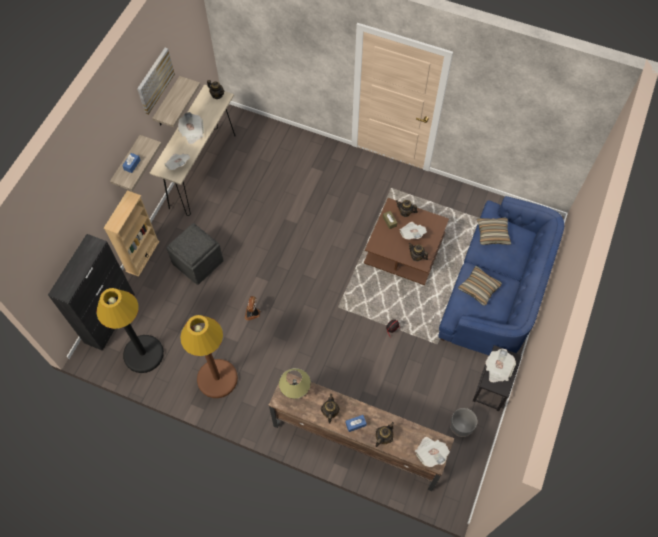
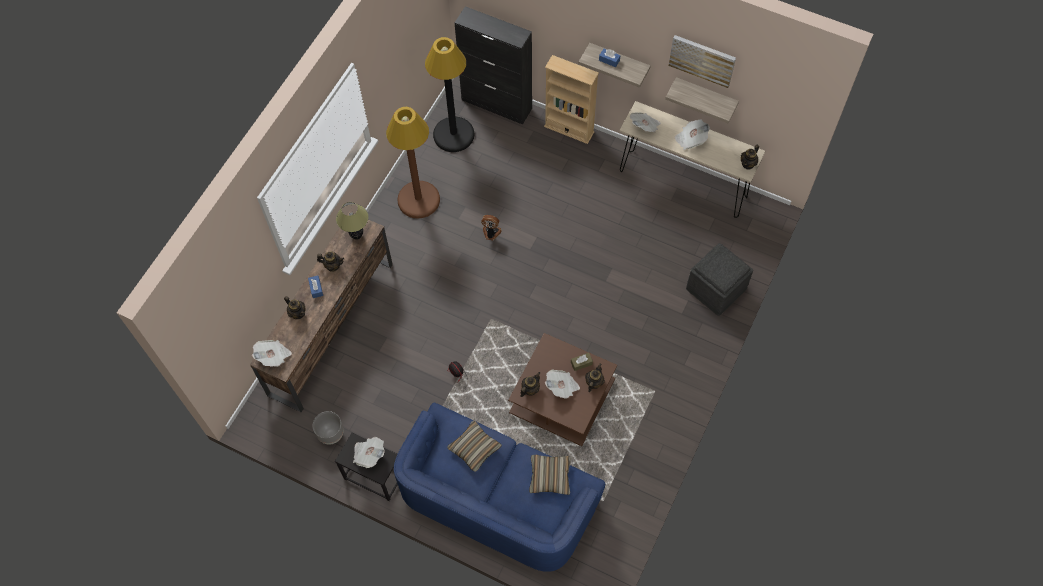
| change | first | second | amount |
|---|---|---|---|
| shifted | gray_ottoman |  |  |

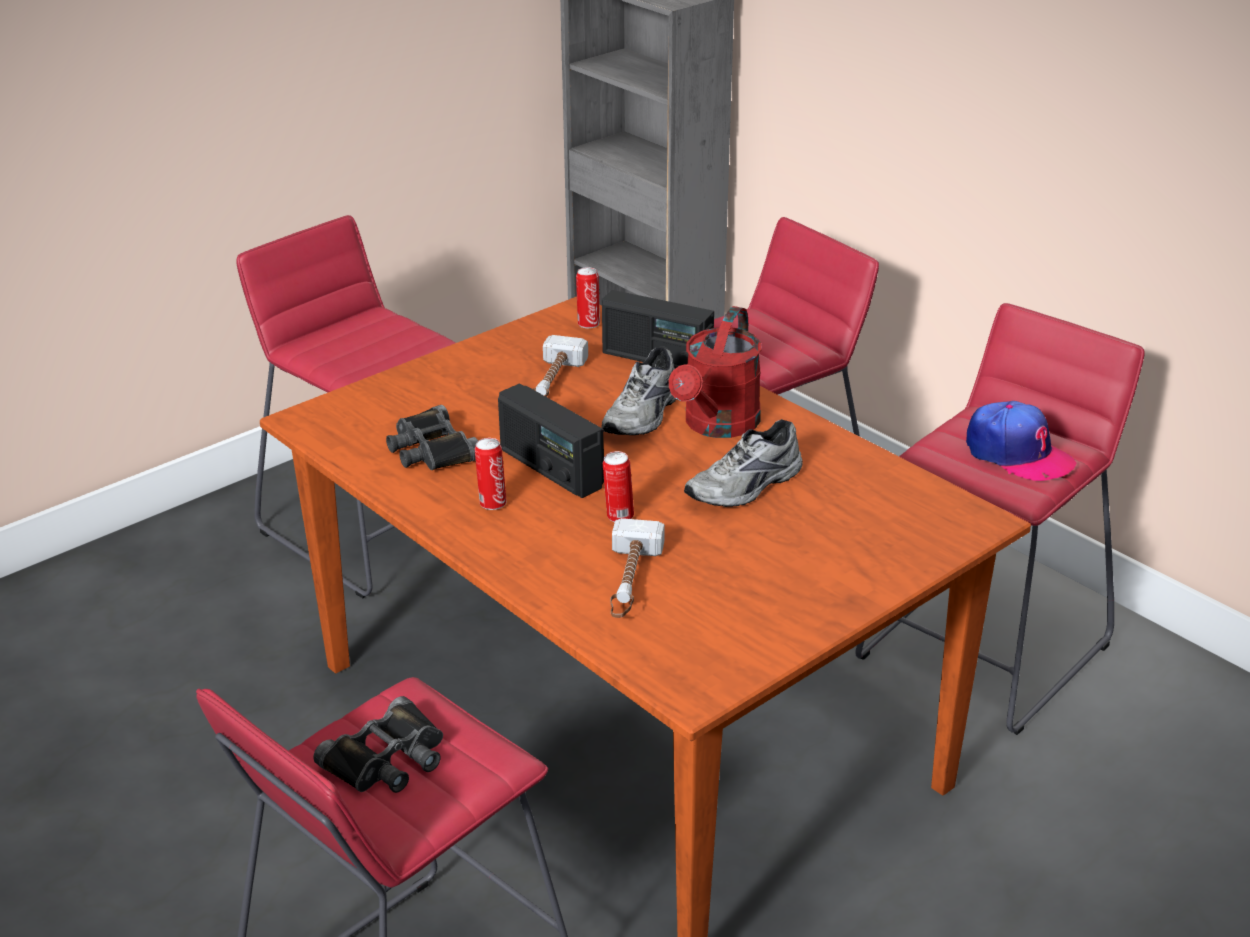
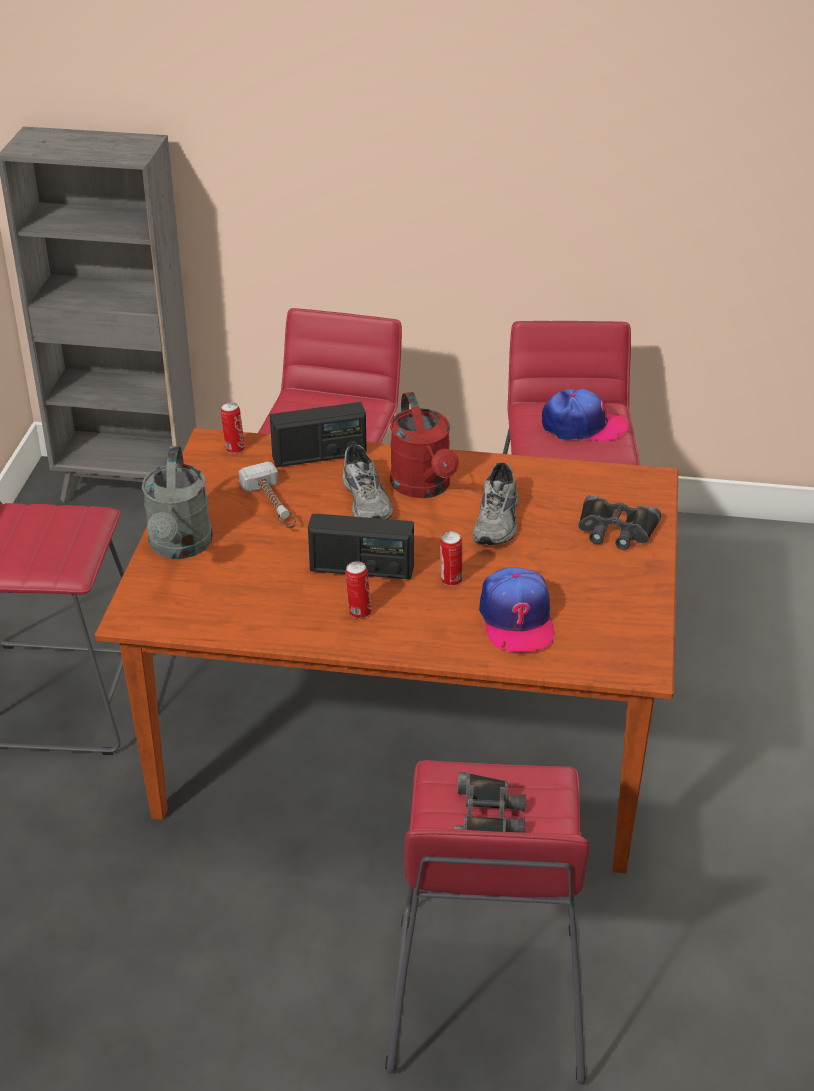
| change | first | second | amount |
|---|---|---|---|
| shifted | black-coloured_binoculars (no. 2 from left) |  |  |
| swapped | hammer (no. 2 from left) | peaked_cap (no. 1 from left) |  |
| new |  | gray_watering_pot |  |

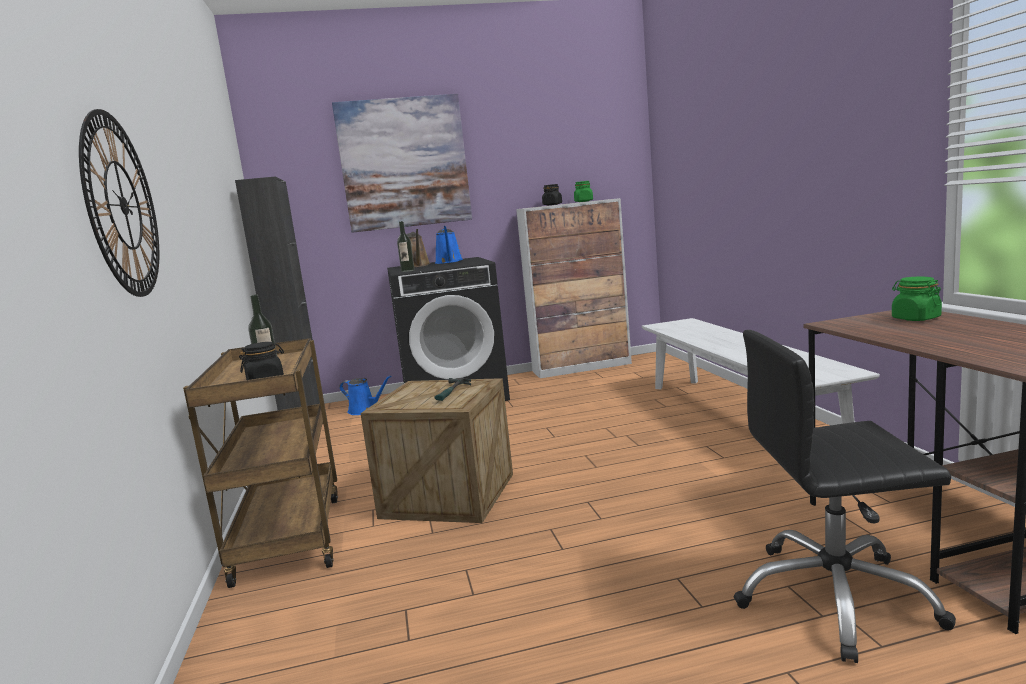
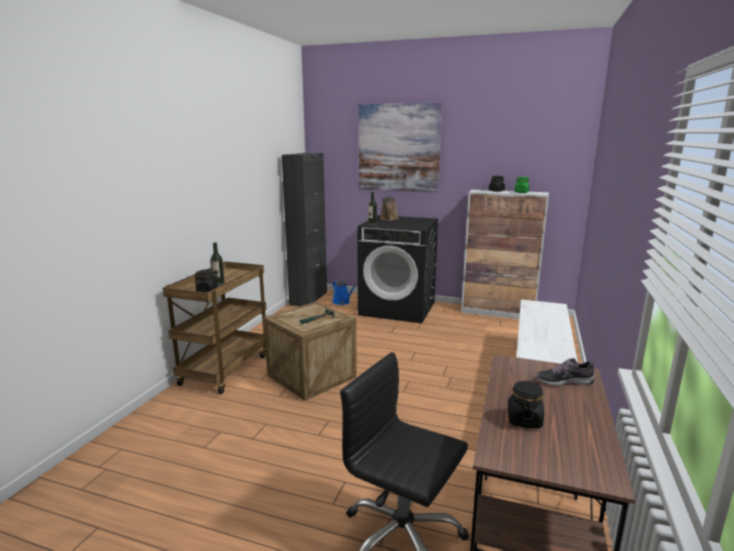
| change | first | second | amount |
|---|---|---|---|
| gone | wall_clock |  |  |
| gone | blue_watering_pot (no. 2 from left) |  |  |
| swapped | green-coloured_jar (no. 2 from left) | low_shoe |  |
| new |  | black-coloured_jar (no. 3 from left) |  |

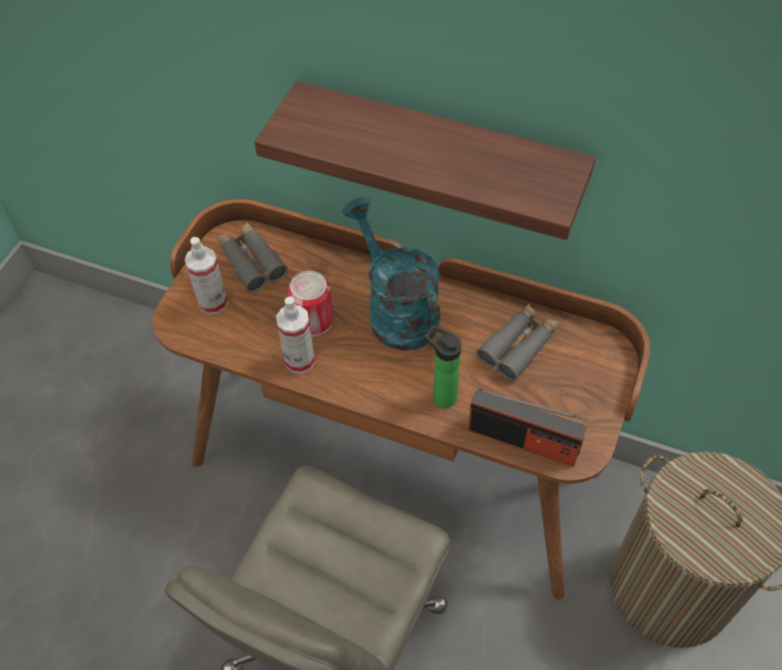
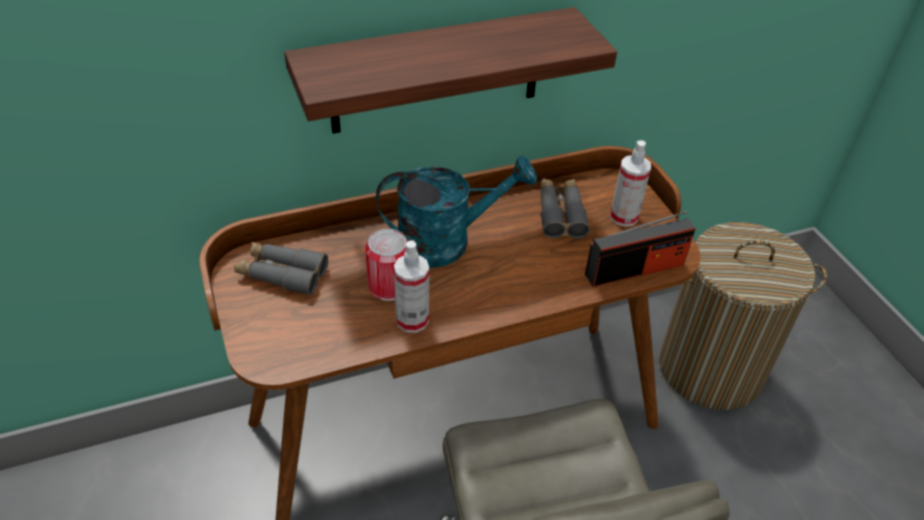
| change | first | second | amount |
|---|---|---|---|
| rotated | turquoise_watering_pot |  | 150 degrees clockwise |
| shifted | sprayer (no. 1 from left in the first image) | sprayer (no. 2 from left) |  |
| gone | beverage_bottle |  |  |

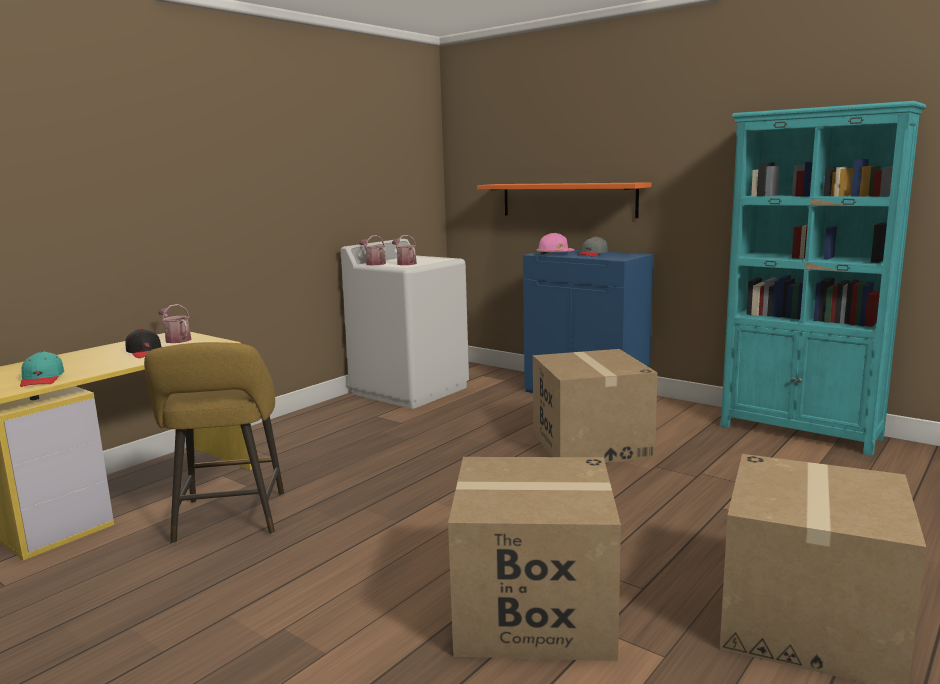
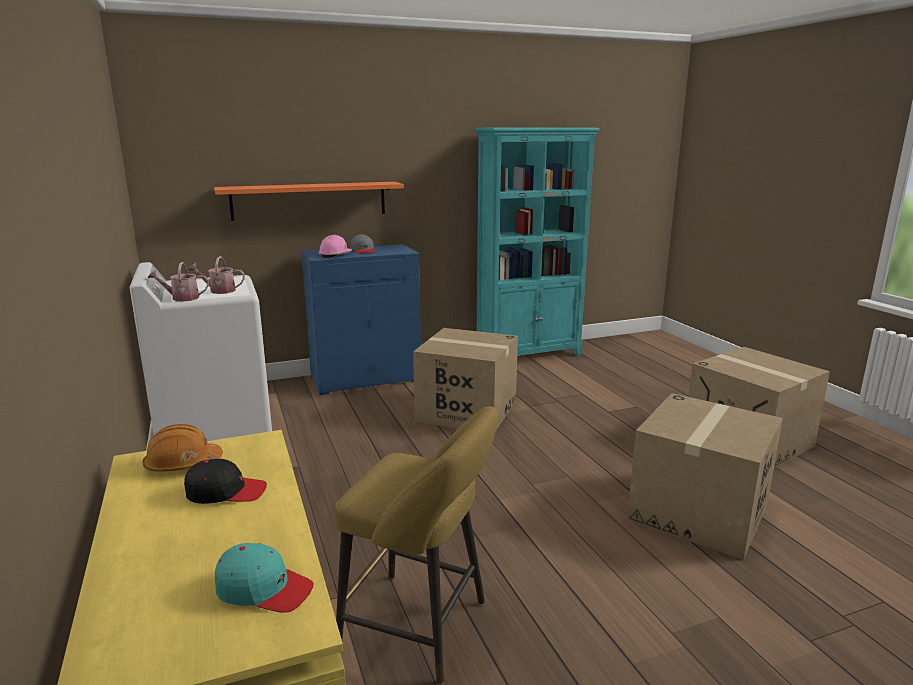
| change | first | second | amount |
|---|---|---|---|
| swapped | watering_pot (no. 1 from left) | orange_hard_hat |  |

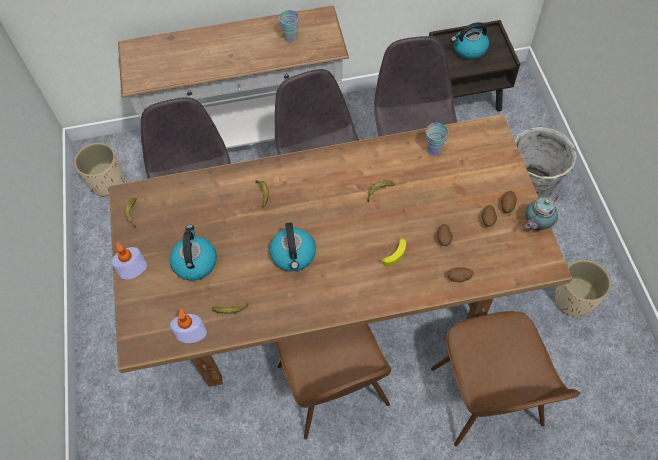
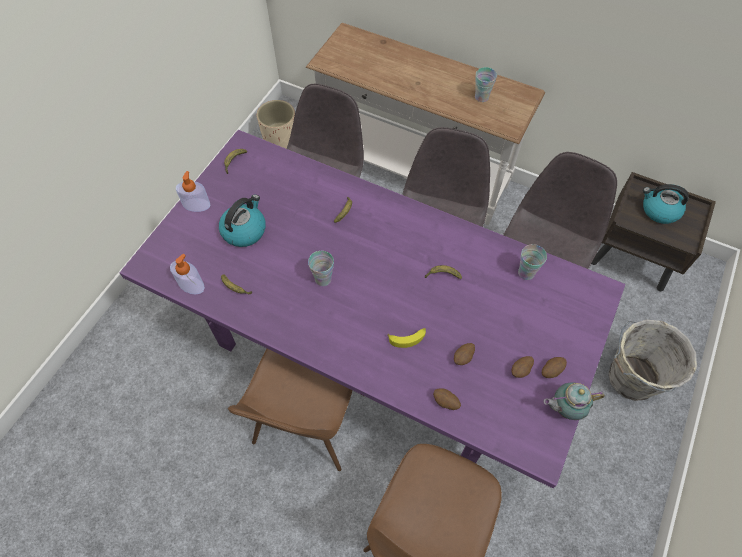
| change | first | second | amount |
|---|---|---|---|
| repainted | brownish_kitchen_table | purplish_kitchen_table |  |
| swapped | tea_kettle (no. 2 from left) | cup (no. 1 from left) |  |
| gone | sand-coloured_plant_pot (no. 2 from left) |  |  |

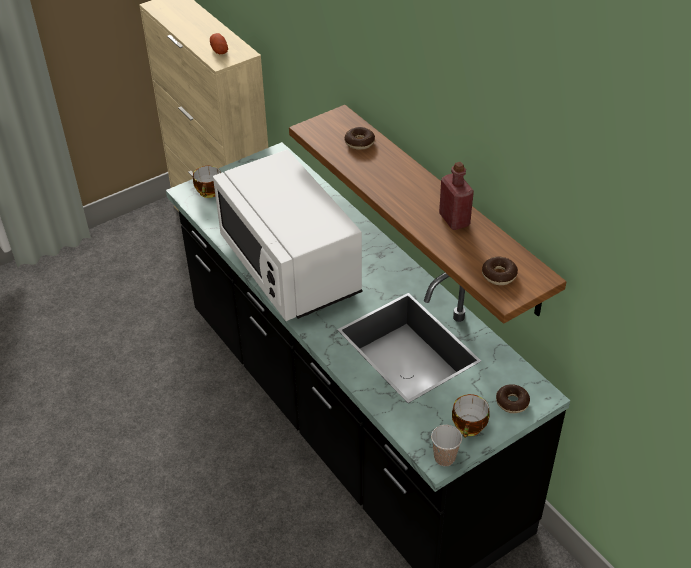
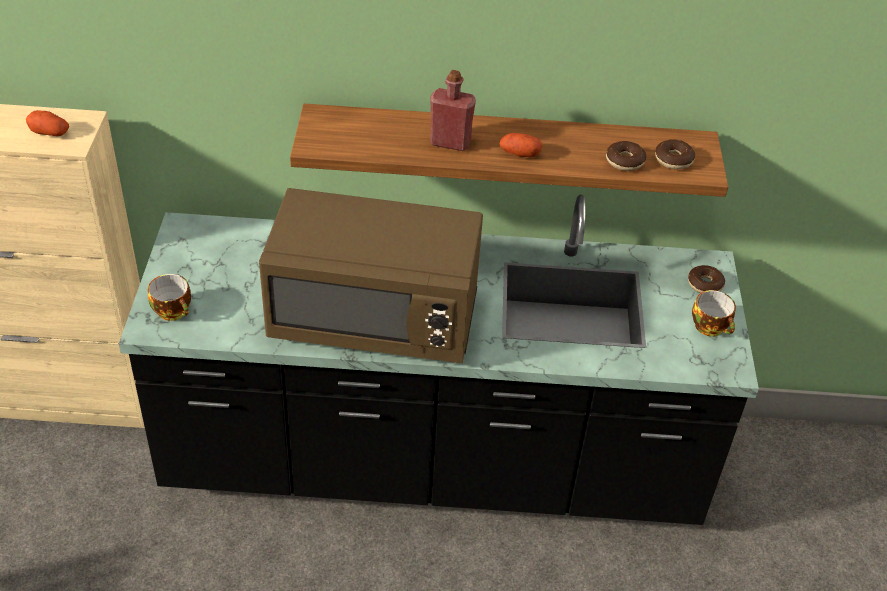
| change | first | second | amount |
|---|---|---|---|
| shifted | doughnut (no. 1 from left) |  |  |
| repainted | whitish_microwave | brownish_microwave |  |
| shifted | red-coloured_beverage_bottle |  |  |
| gone | cup (no. 2 from left) |  |  |
| new |  | potato (no. 2 from left) |  |

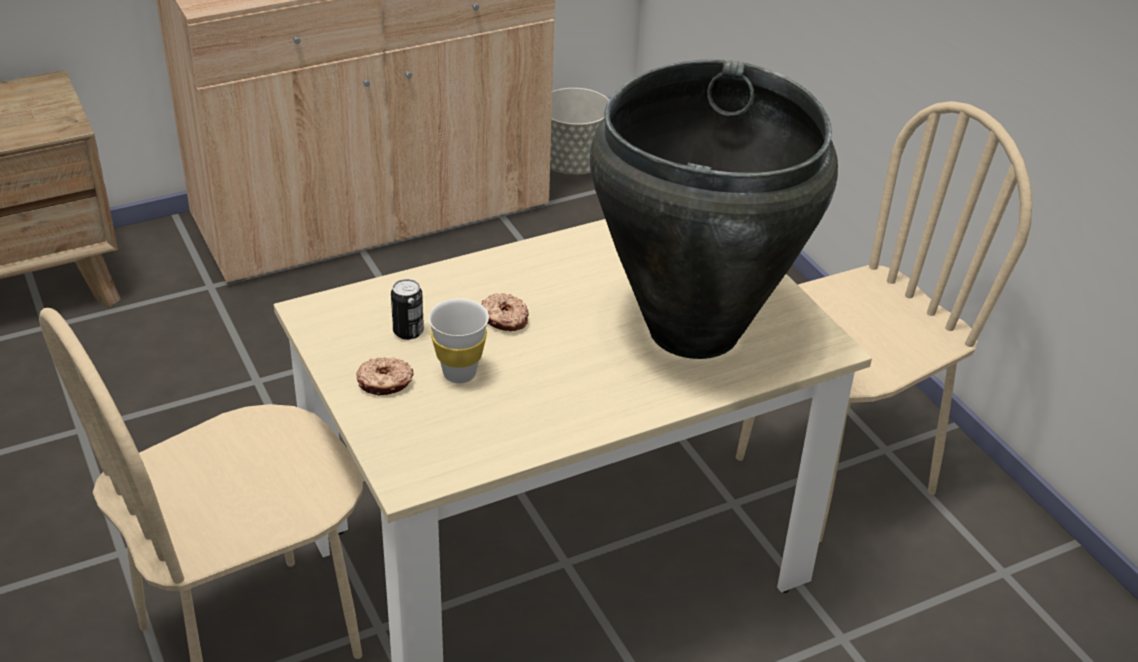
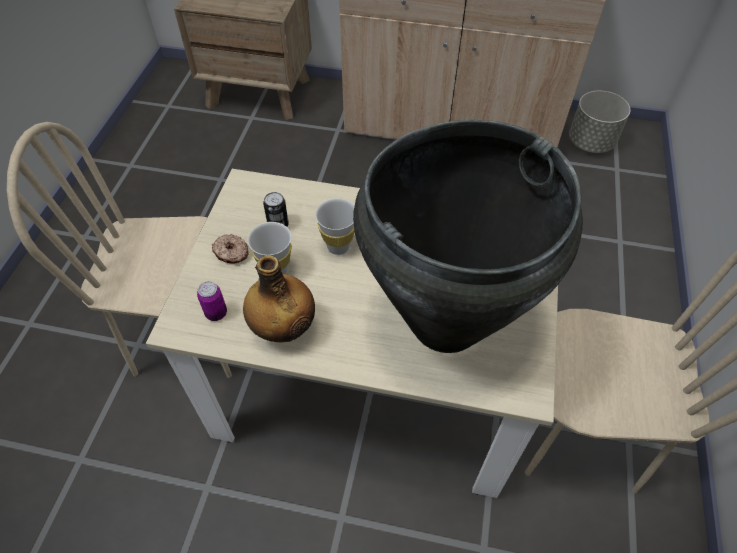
| change | first | second | amount |
|---|---|---|---|
| swapped | doughnut (no. 2 from left) | whitish_cup (no. 2 from left) |  |
| new |  | beverage_bottle |  |
| new |  | can (no. 1 from left) |  |

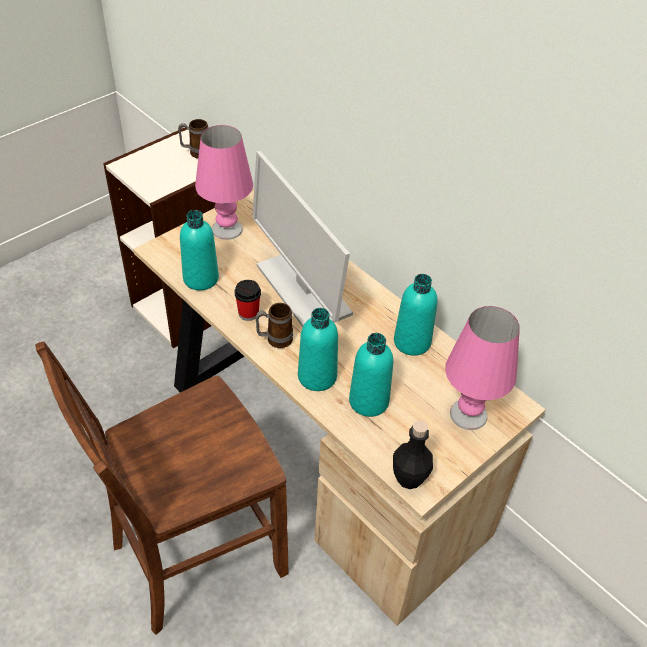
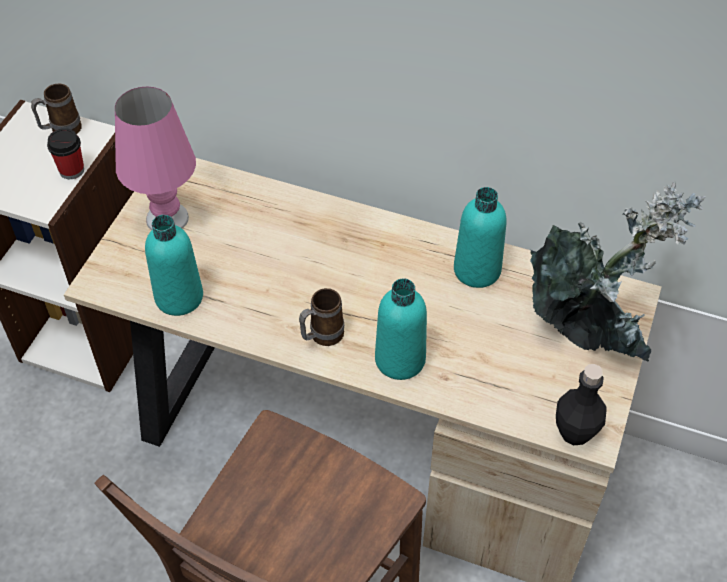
| change | first | second | amount |
|---|---|---|---|
| gone | computer_screen |  |  |
| shifted | cup |  |  |
| swapped | pink-coloured_table_lamp (no. 2 from left) | houseplant |  |
| gone | turquoise_beverage_bottle (no. 3 from left) |  |  |

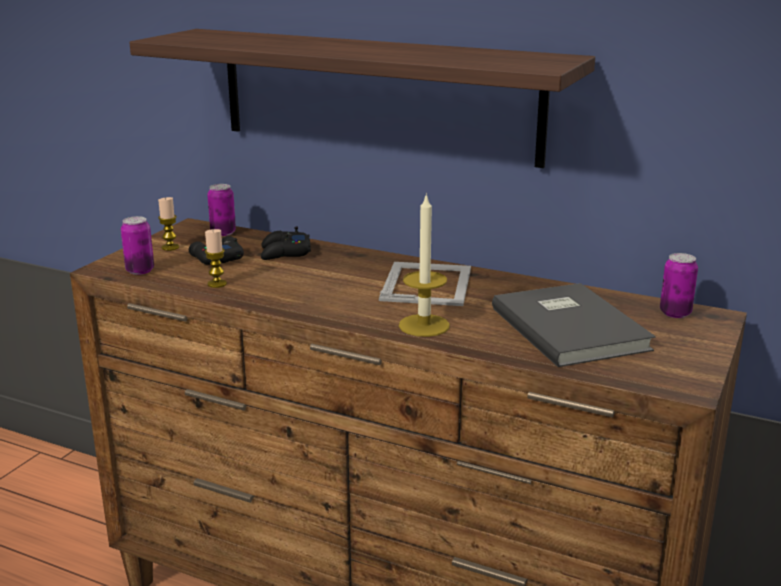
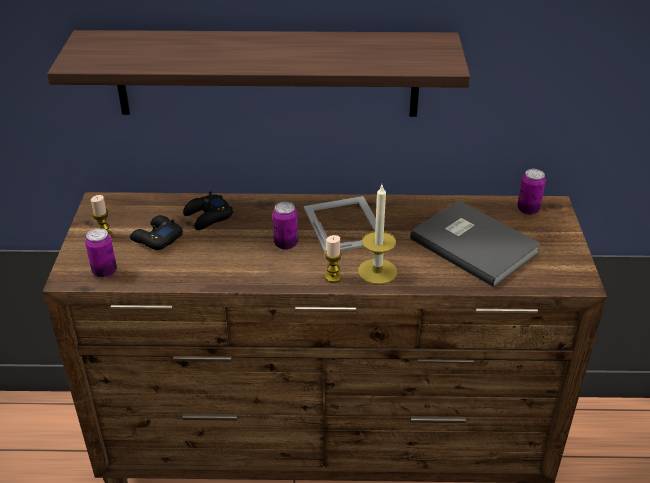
| change | first | second | amount |
|---|---|---|---|
| shifted | can (no. 2 from left) |  |  |
| shifted | candle (no. 2 from left) |  |  |

